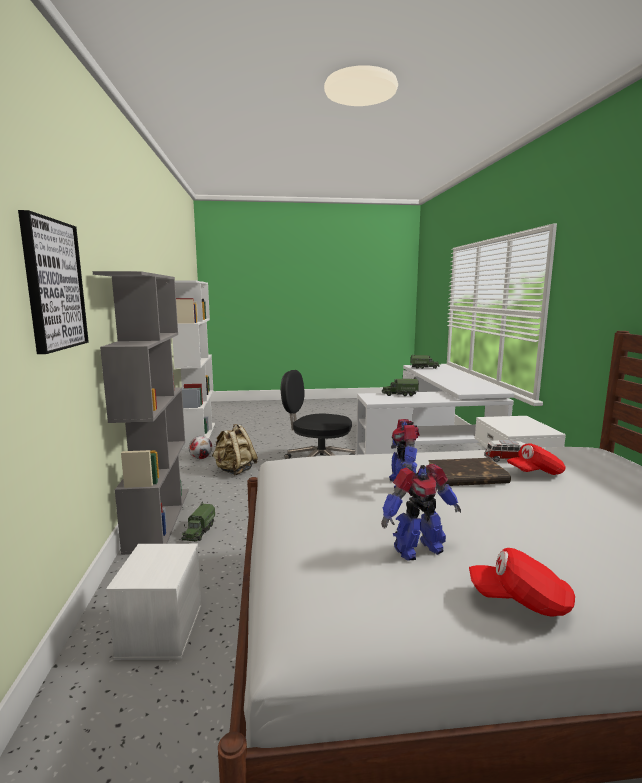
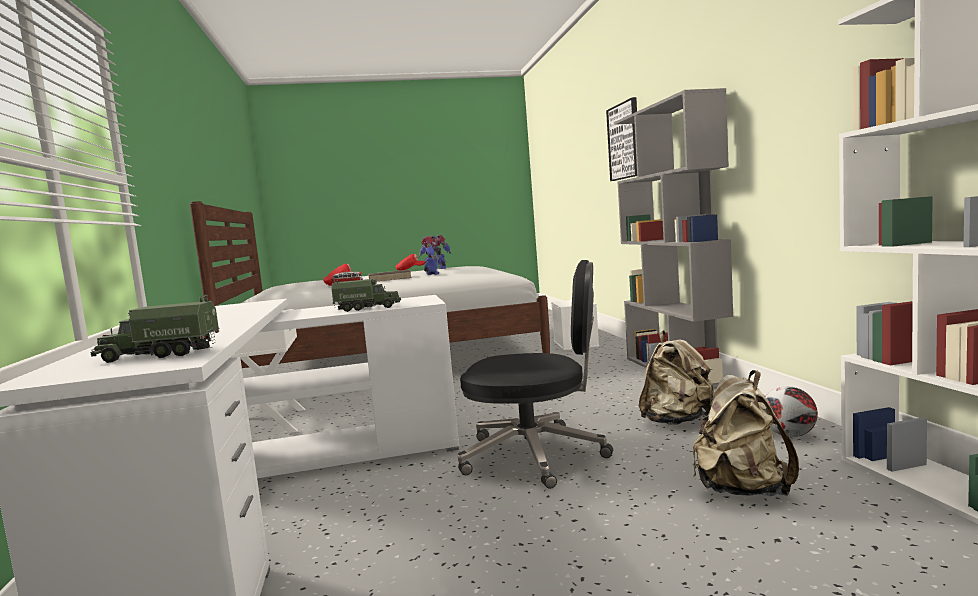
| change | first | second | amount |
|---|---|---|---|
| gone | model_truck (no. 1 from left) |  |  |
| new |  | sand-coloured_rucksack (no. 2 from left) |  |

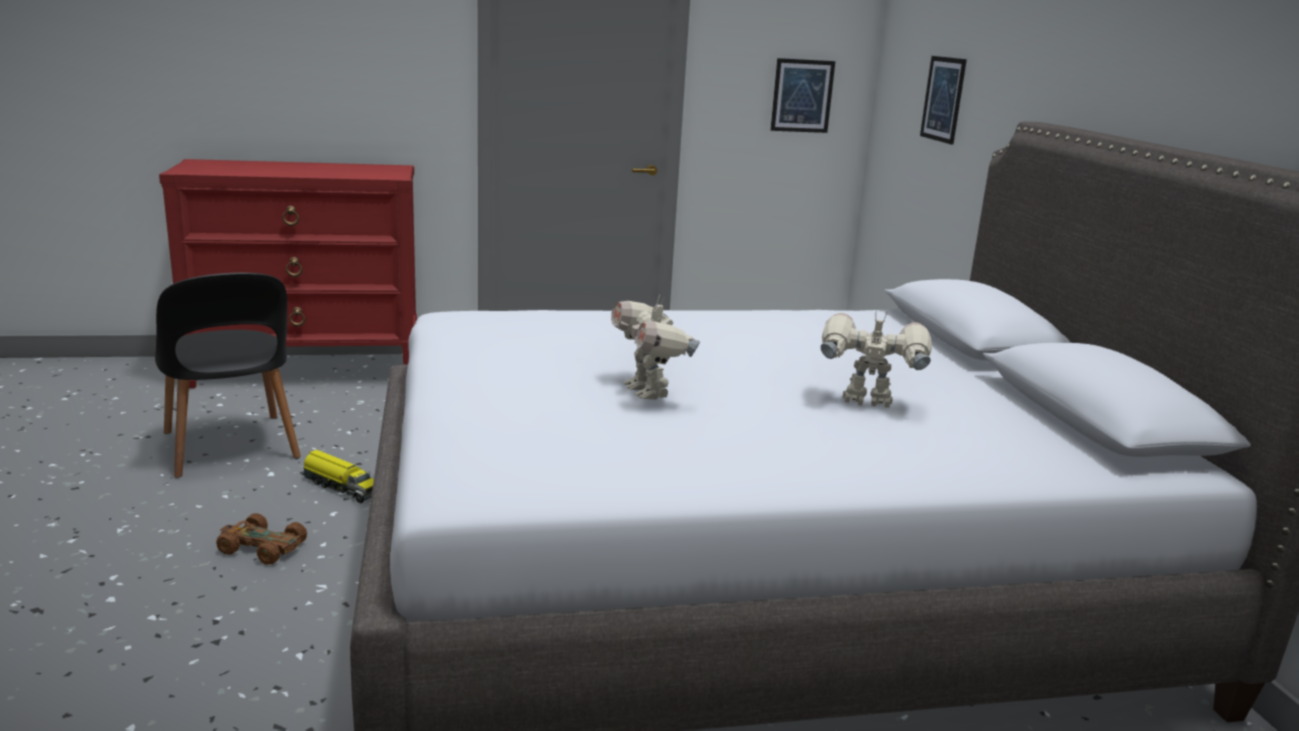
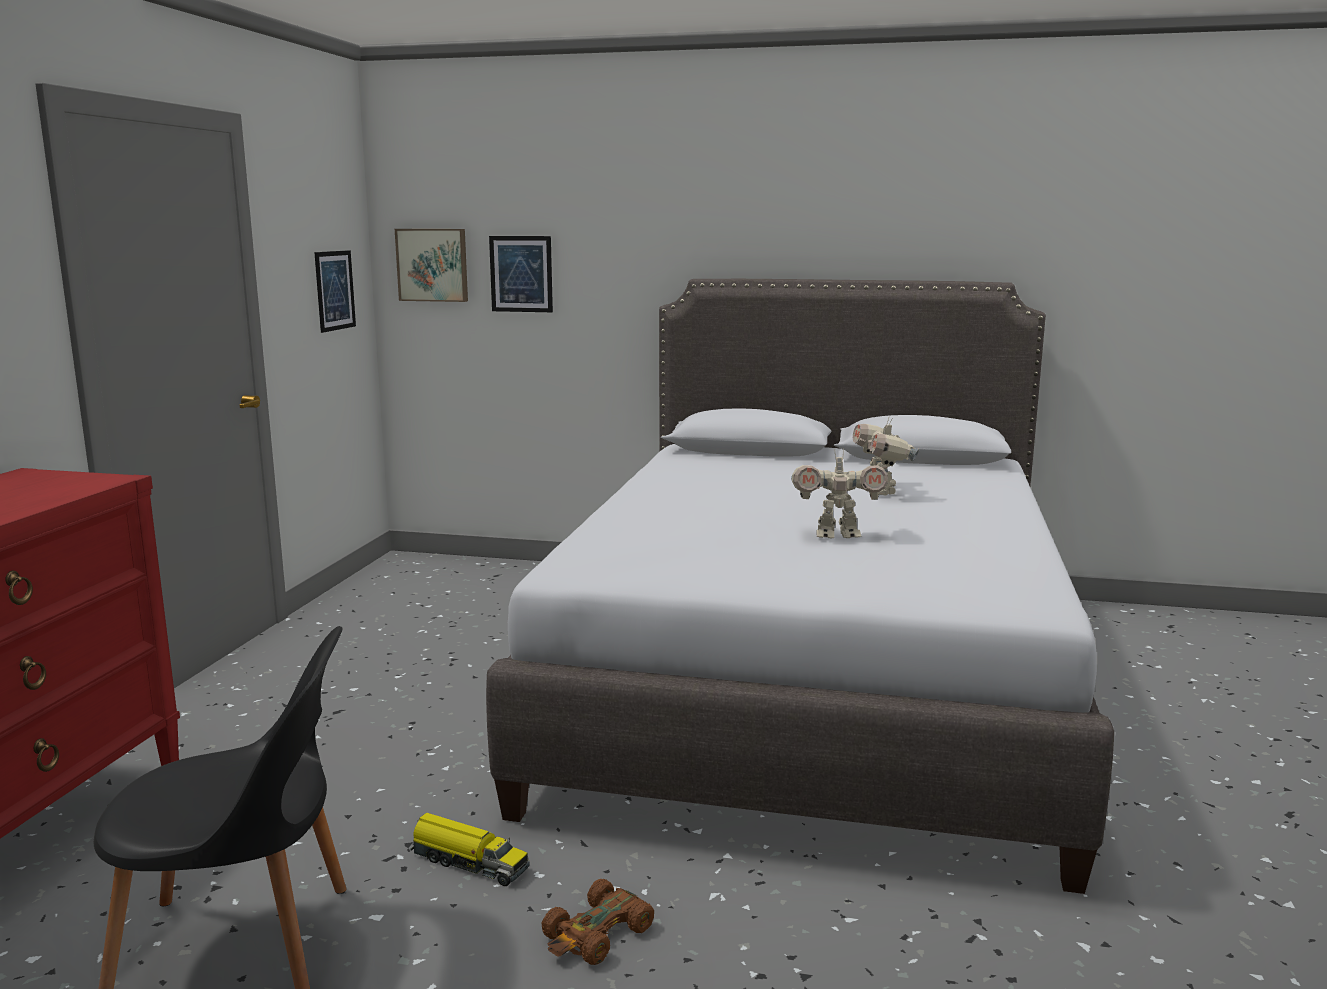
| change | first | second | amount |
|---|---|---|---|
| rotated | robot_figure (no. 2 from left) |  | 45 degrees counterclockwise |
| rotated | model_truck |  | 60 degrees clockwise |
| new |  | wall_picture (no. 2 from left) |  |

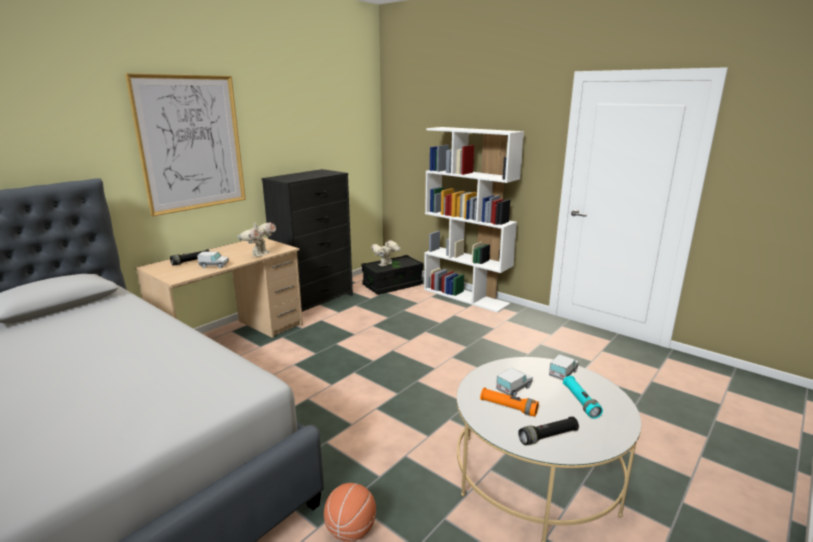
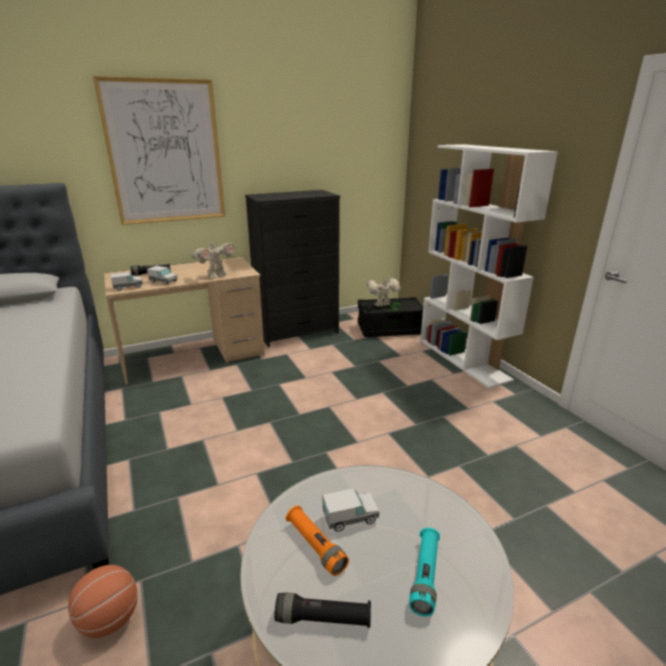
| change | first | second | amount |
|---|---|---|---|
| shifted | model_truck (no. 3 from left in the first image) | model_truck (no. 1 from left) |  |

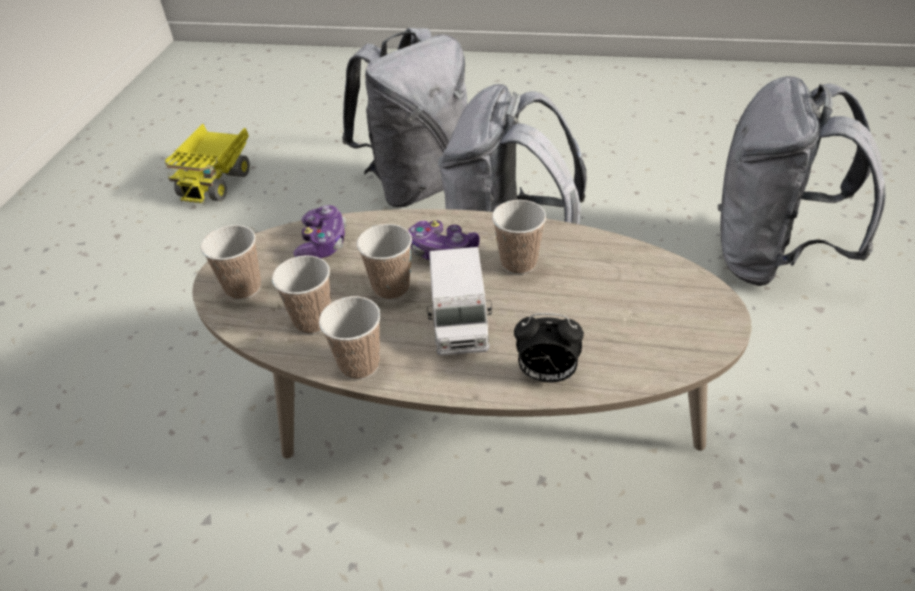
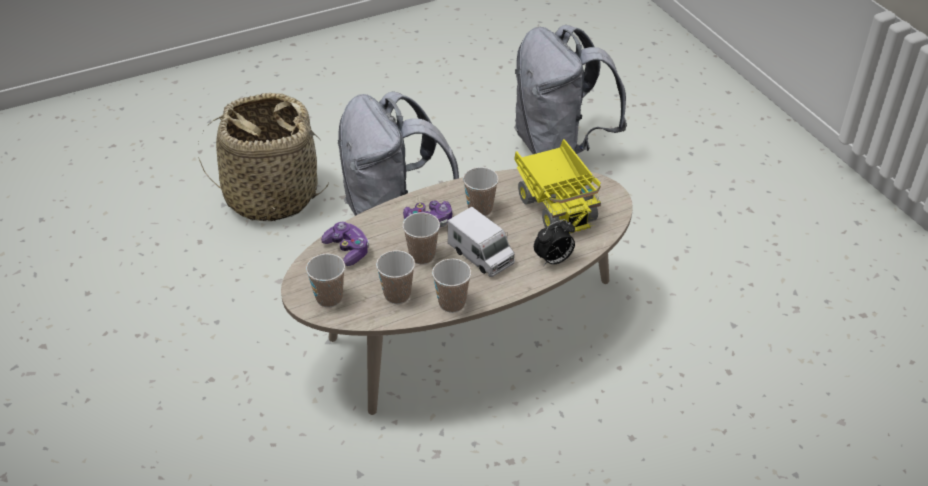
| change | first | second | amount |
|---|---|---|---|
| swapped | gray_rucksack (no. 1 from left) | basket |  |
| shifted | model_truck (no. 1 from left in the first image) | model_truck (no. 2 from left) |  |

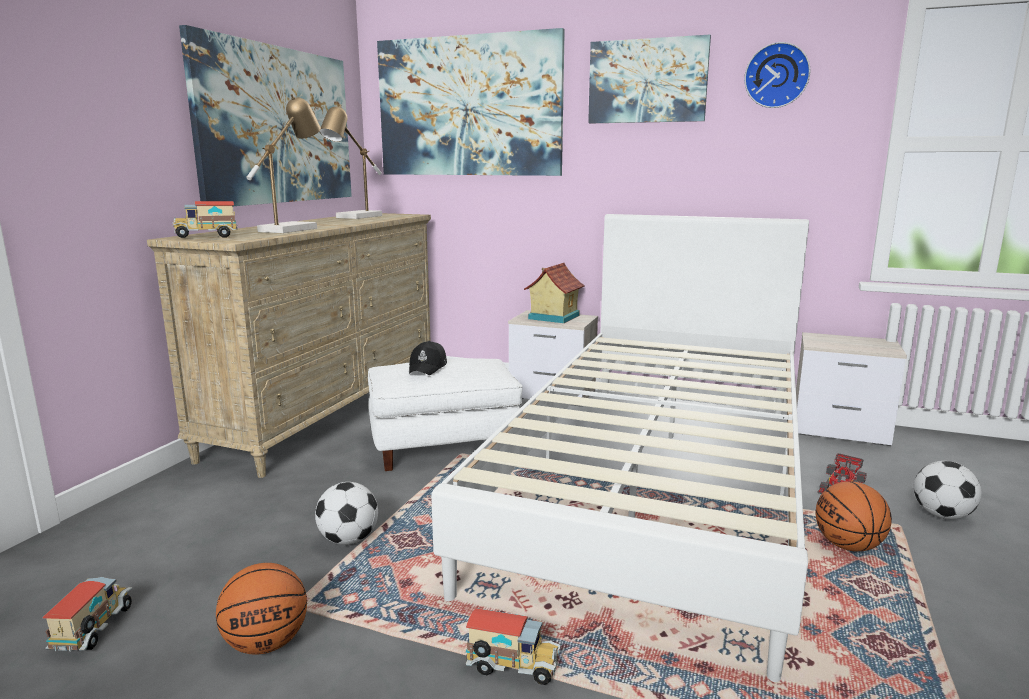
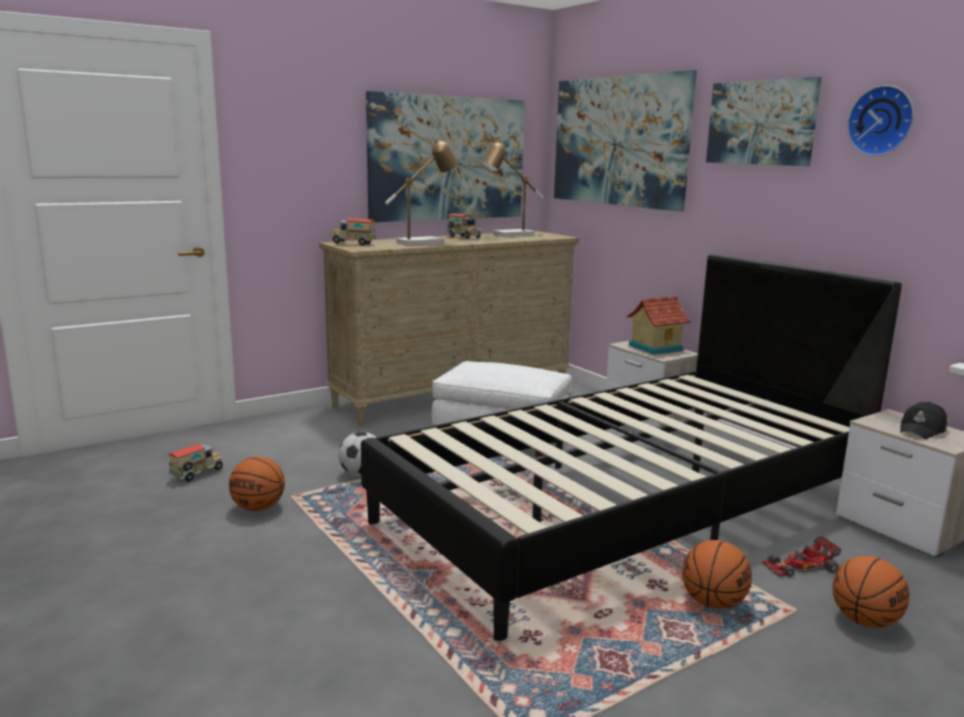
| change | first | second | amount |
|---|---|---|---|
| repainted | whitish_bed | black-coloured_bed |  |
| shifted | black-coloured_peaked_cap |  |  |
| swapped | football (no. 2 from left) | basketball (no. 3 from left) |  |
| shifted | model_truck (no. 3 from left) |  |  |

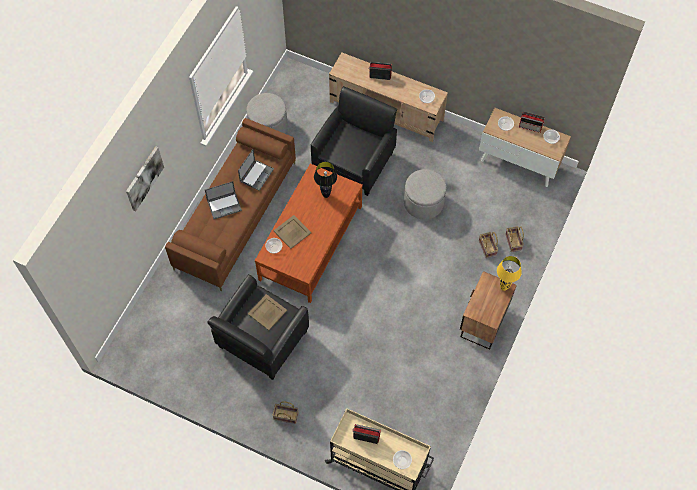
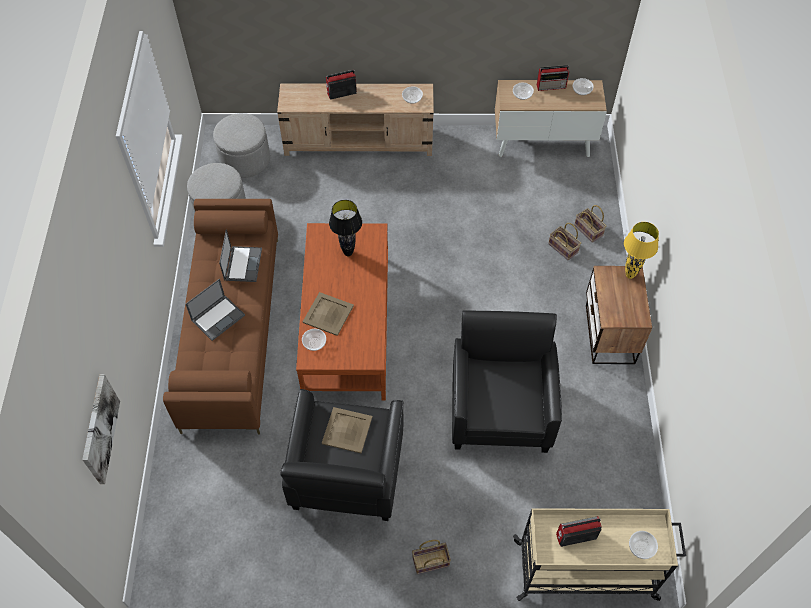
| change | first | second | amount |
|---|---|---|---|
| shifted | black-coloured_lounge_chair (no. 2 from left) |  |  |
| shifted | wall_picture |  |  |
| shifted | gray_ottoman (no. 2 from left) |  |  |

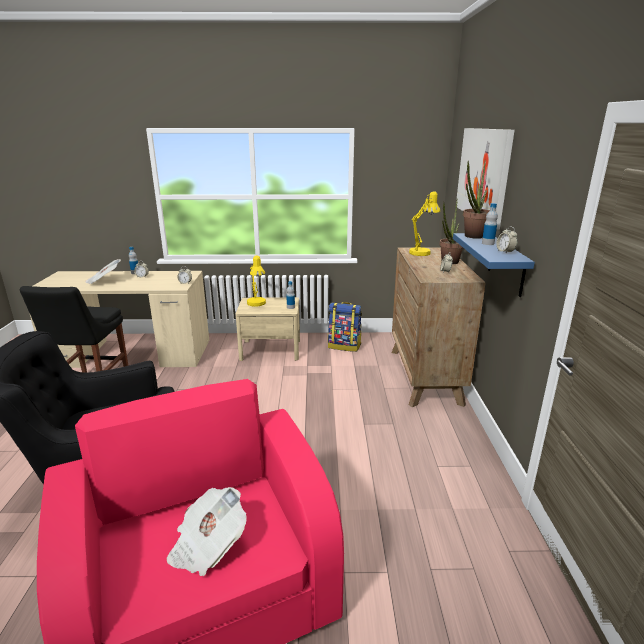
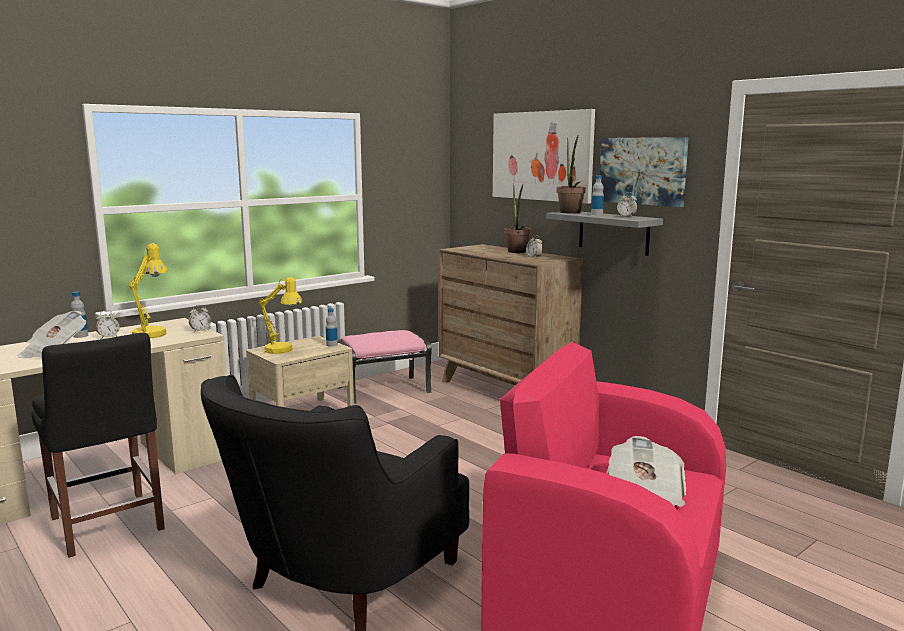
| change | first | second | amount |
|---|---|---|---|
| shifted | yellow_table_lamp (no. 2 from left in the first image) | yellow_table_lamp (no. 1 from left) |  |
| repainted | blue_wall_shelf | gray_wall_shelf |  |
| swapped | rucksack | pink-coloured_ottoman |  |
| new |  | wall_picture (no. 2 from left) |  |

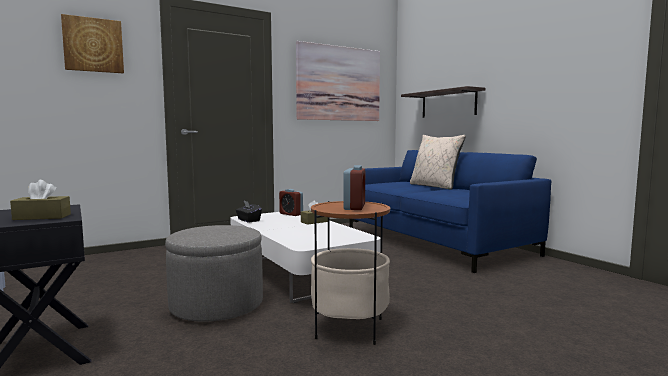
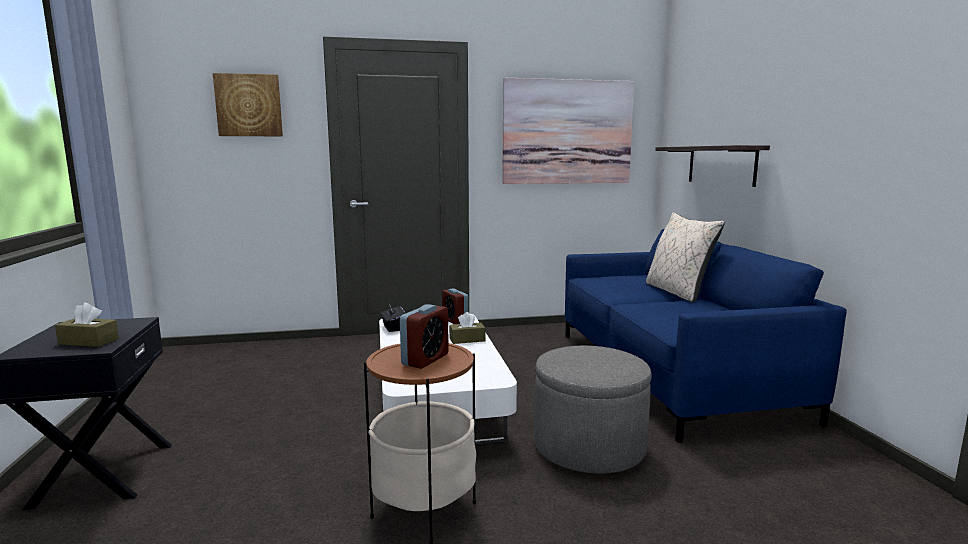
| change | first | second | amount |
|---|---|---|---|
| shifted | gray_ottoman |  |  |

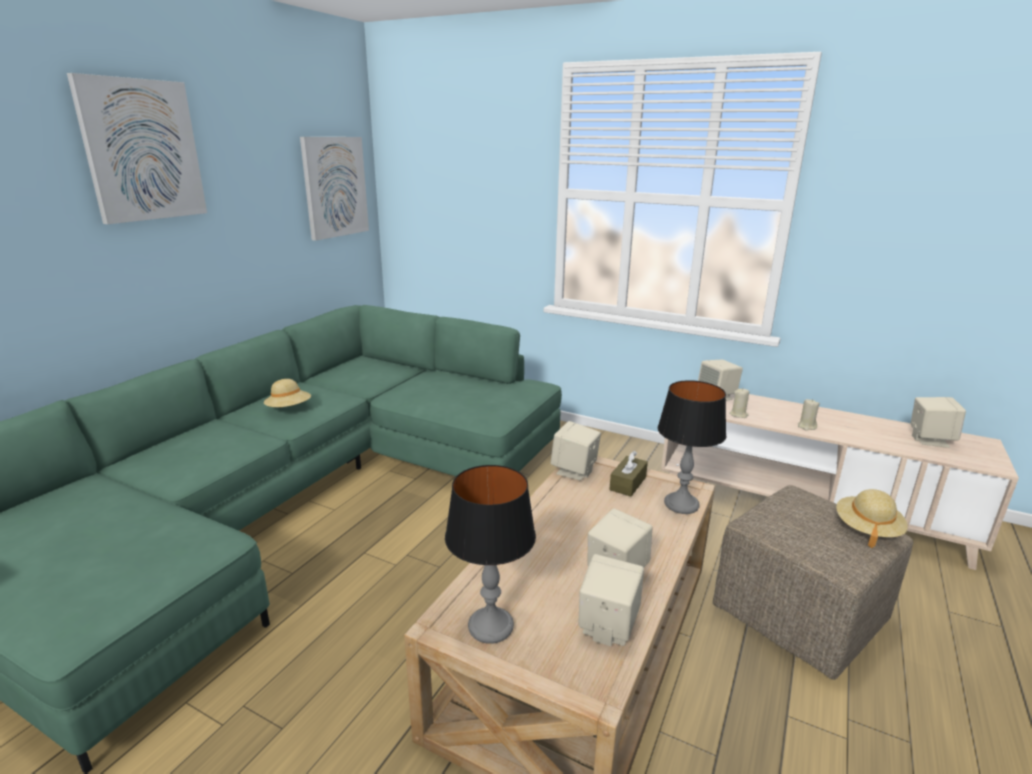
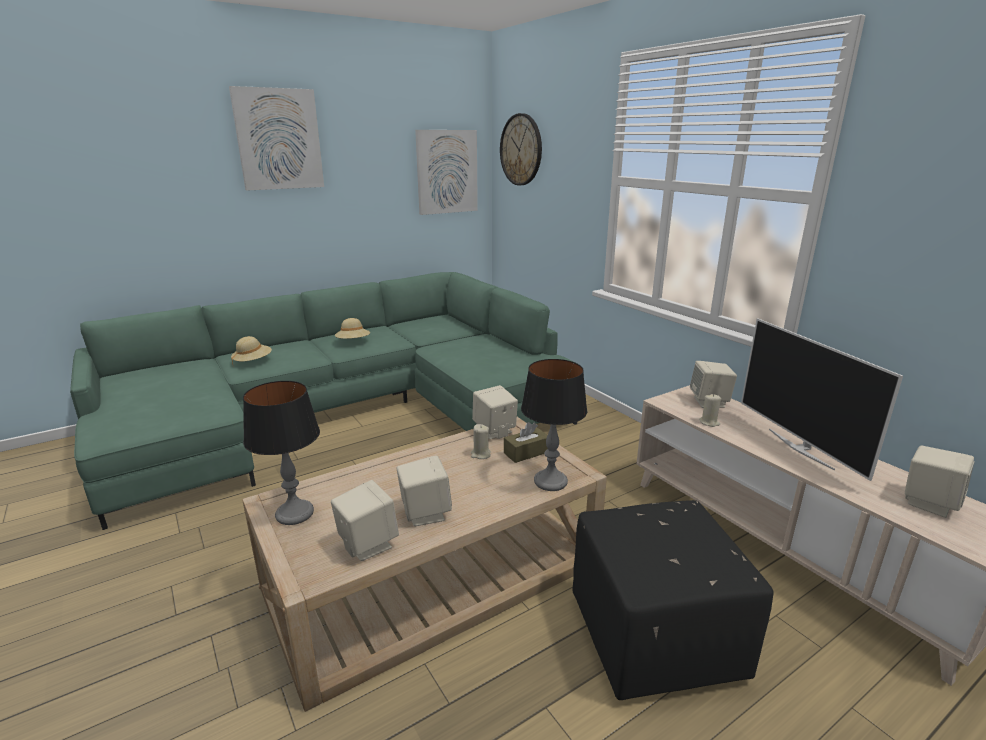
| change | first | second | amount |
|---|---|---|---|
| shifted | sand-coloured_candle (no. 2 from left in the first image) | sand-coloured_candle (no. 1 from left) |  |
| repainted | sand-coloured_ottoman | black-coloured_ottoman |  |
| shifted | sand-coloured_clothing_hat (no. 2 from left in the first image) | sand-coloured_clothing_hat (no. 1 from left) |  |
| new |  | wall_clock |  |
| new |  | television |  |

